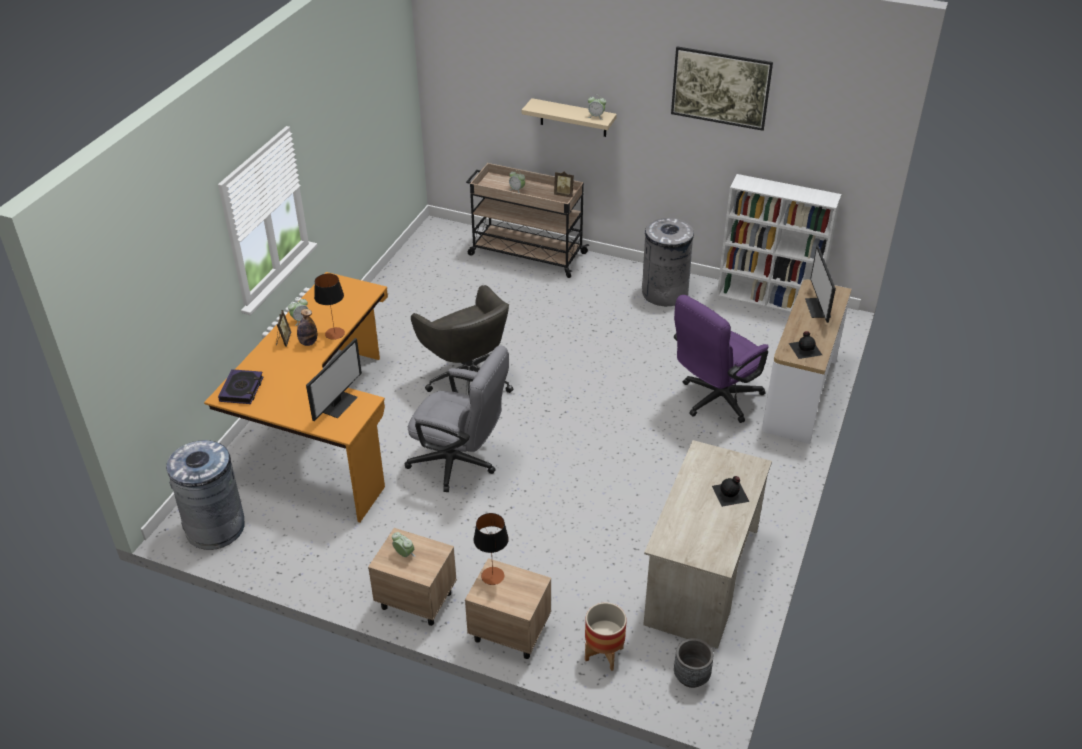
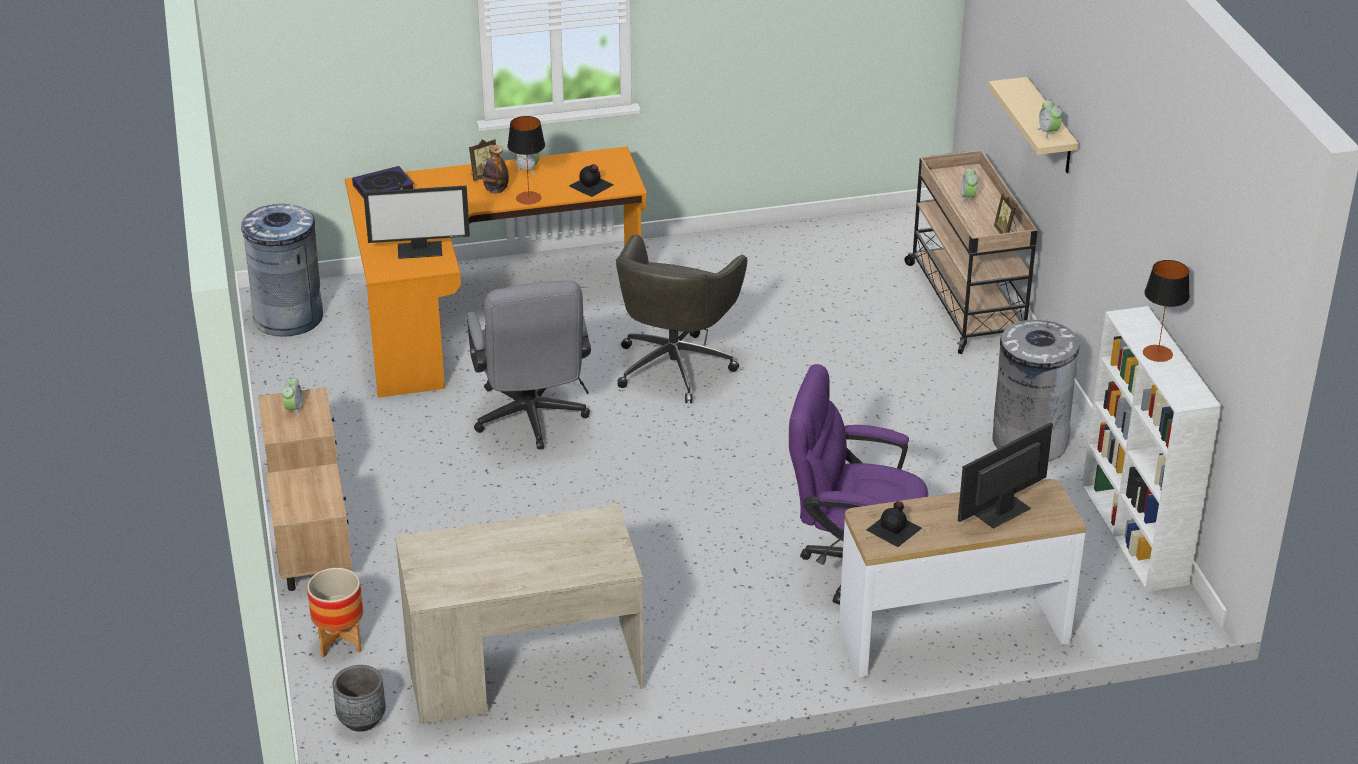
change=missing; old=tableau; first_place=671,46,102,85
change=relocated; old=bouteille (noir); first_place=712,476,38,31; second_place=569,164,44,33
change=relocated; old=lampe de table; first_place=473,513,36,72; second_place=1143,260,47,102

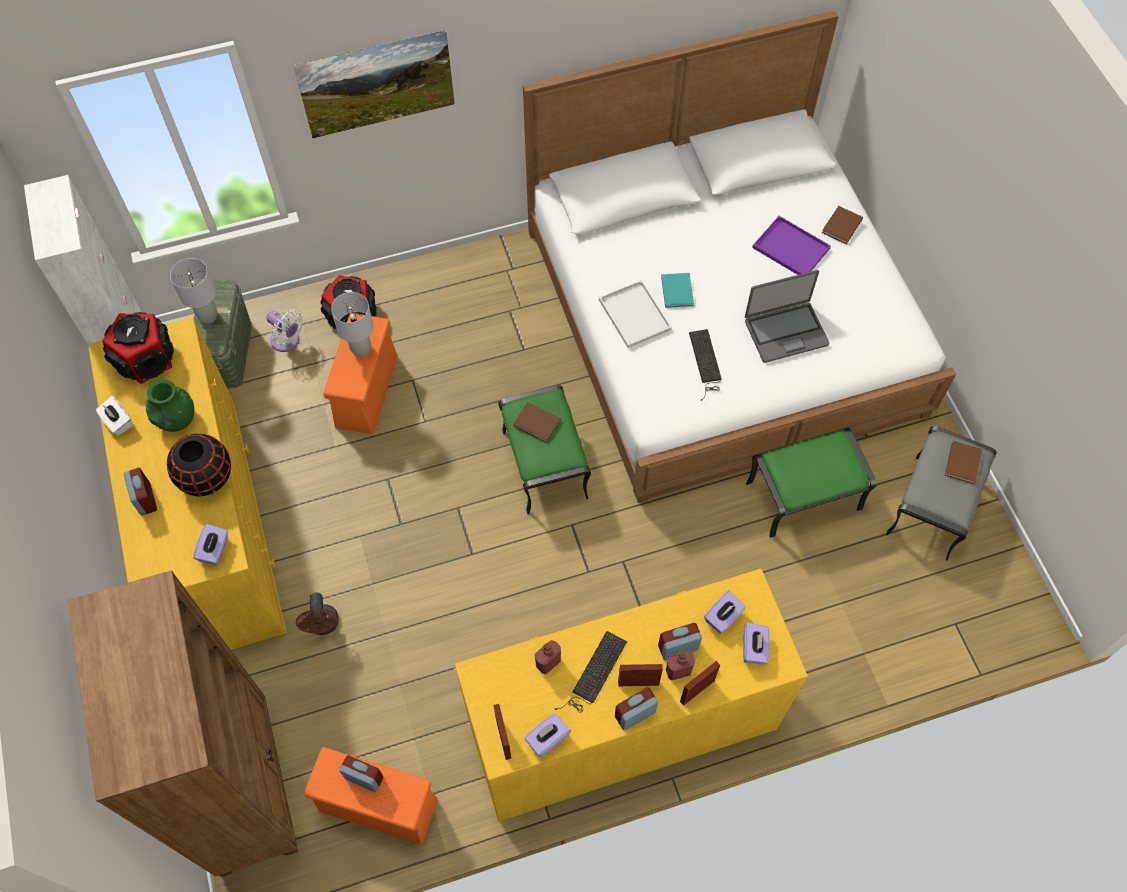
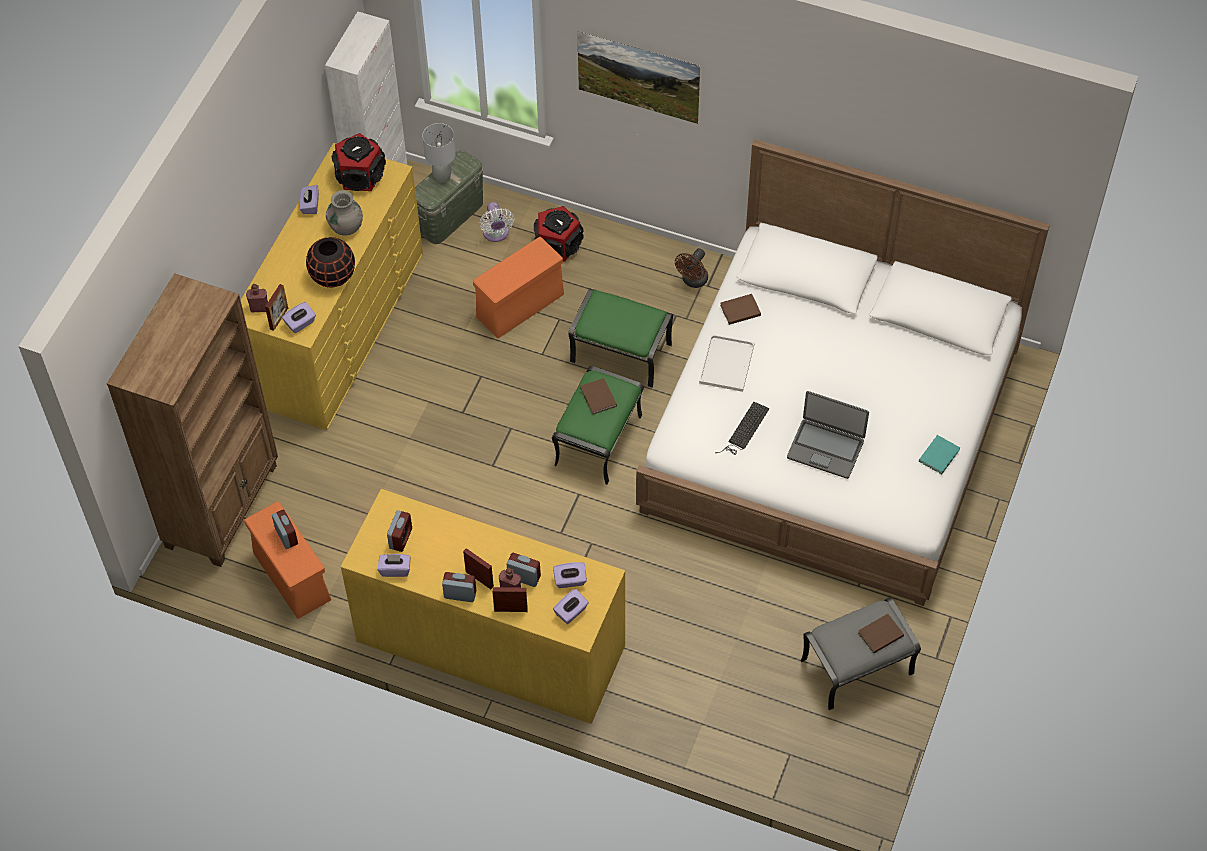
change=relocated; old=livre (marron); first_place=822,206,41,38; second_place=720,294,41,31
change=missing; old=plateau (violet); first_place=752,216,79,59
change=relocated; old=livre (turquoise); first_place=661,273,33,35; second_place=919,435,41,39
change=missing; old=lampe de table (gris); first_place=331,292,42,65
change=colour; old=vase (vert); new=vase (gris); first_place=146,379,48,53; second_place=326,190,37,46
change=colour; old=boîte à mouchoirs (blanc); new=boîte à mouchoirs (violet); first_place=96,396,37,39; second_place=299,185,20,29
change=relocated; old=pouf (vert); first_place=746,428,131,110; second_place=568,289,105,99
change=relocated; old=réveil; first_place=124,468,33,48; second_place=387,510,25,42
change=relocated; old=ventilateur (marron); first_place=296,592,43,43; second_place=675,248,33,40
change=missing; old=clavier; first_place=554,631,73,82
change=relocated; old=bouteille (rouge); first_place=535,640,26,34; second_place=246,284,22,28
change=relocated; old=cadre photo; first_place=493,704,18,56; second_place=265,284,23,47

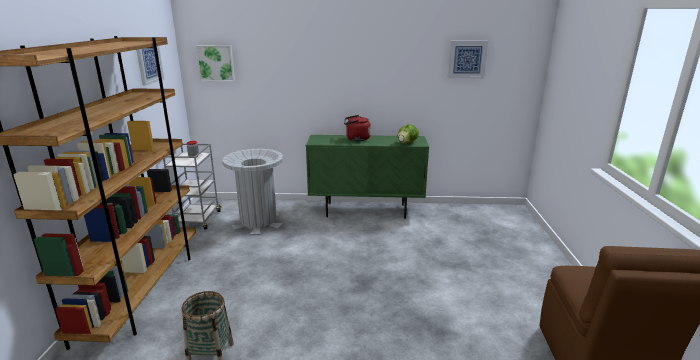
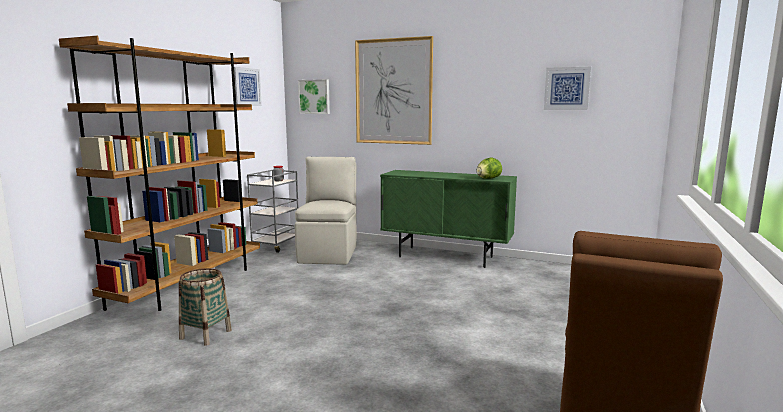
change=missing; old=bouilloire (rouge); first_place=344,115,27,26
change=exchanged; old=poubelle (gris); new=chaise (beige); first_place=222,149,61,86; second_place=295,157,62,107
change=appeared; new=tableau; second_place=355,36,78,109

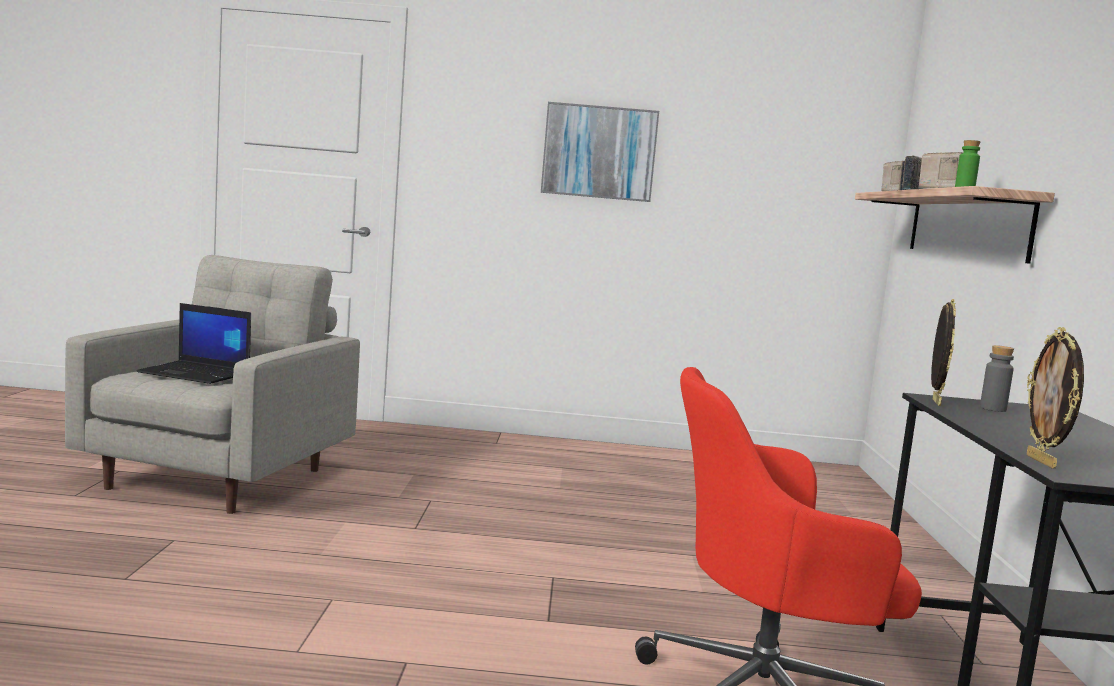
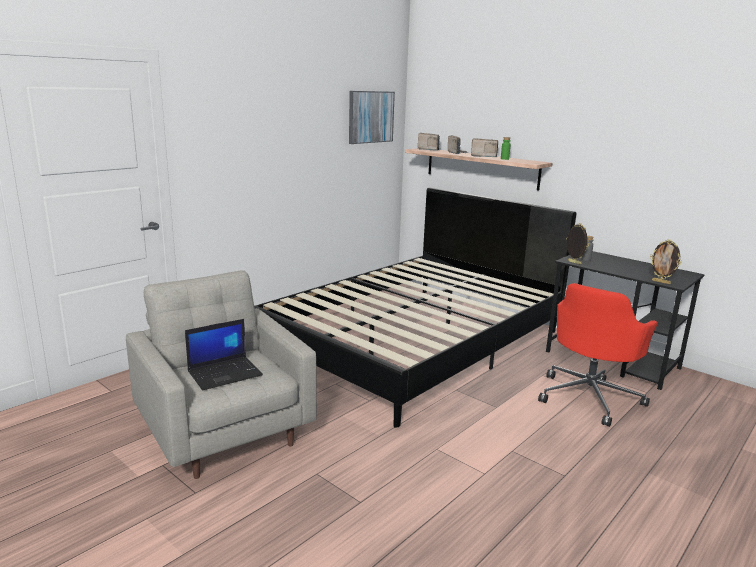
change=relocated; old=tableau; first_place=541,102,118,100; second_place=349,91,46,53
change=appeared; new=lit (noir); second_place=254,188,322,240

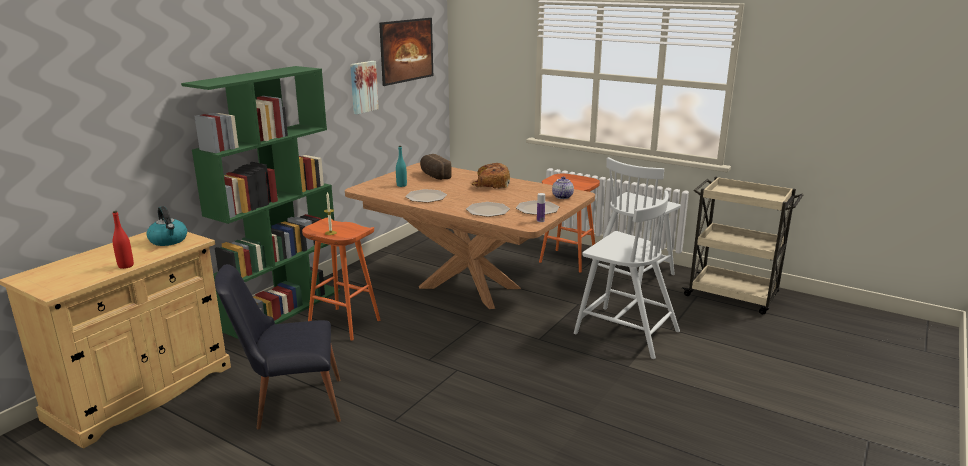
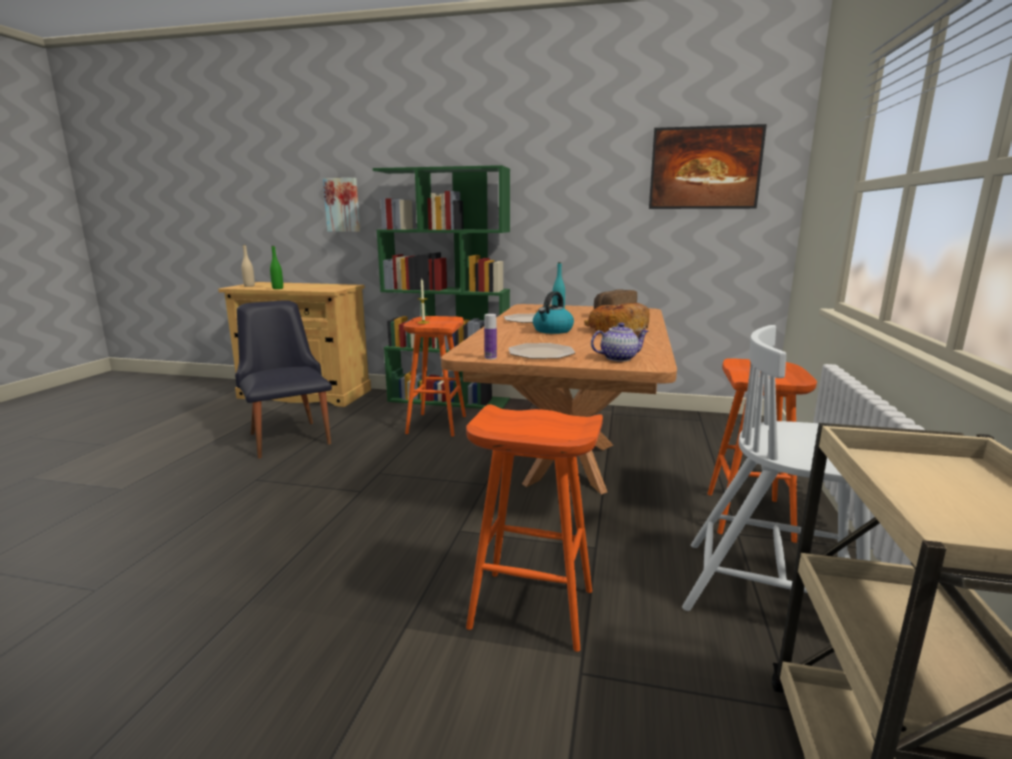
change=relocated; old=tableau; first_place=350,61,29,53; second_place=323,178,37,54
change=exchanged; old=chaise (blanc); new=tabouret (orange); first_place=574,191,106,168; second_place=466,404,137,248
change=missing; old=assiette; first_place=466,202,44,15
change=relocated; old=bouilloire; first_place=147,206,40,40; second_place=533,291,41,43
change=colour; old=bouteille (rouge); new=bouteille (vert); first_place=113,211,21,58; second_place=270,246,13,43
change=appeared; new=bouteille (beige); second_place=241,245,14,42

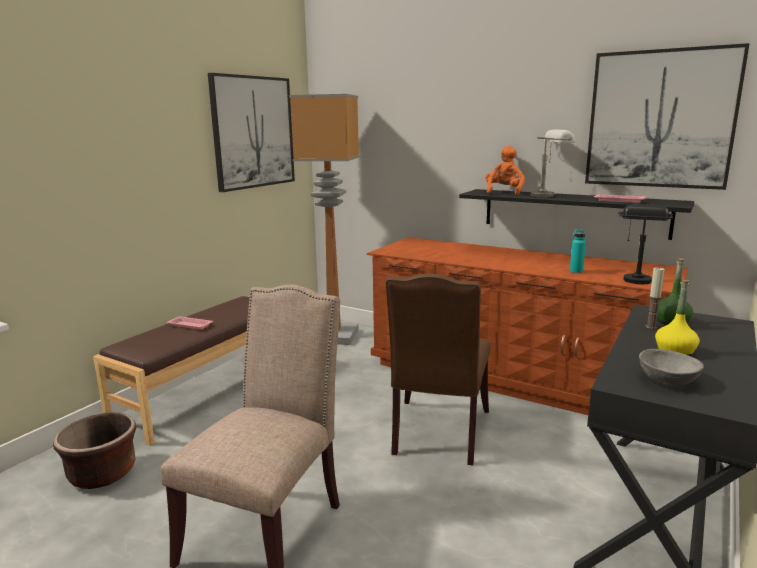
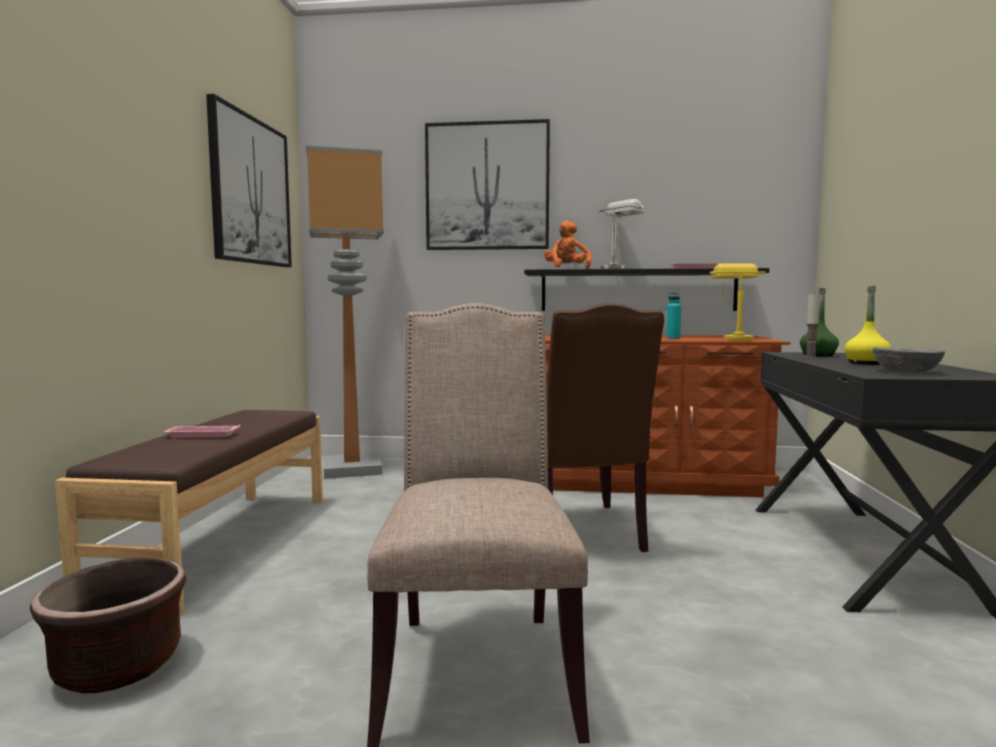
change=relocated; old=tableau; first_place=585,43,165,147; second_place=425,119,125,131
change=colour; old=lampe de table (noir); new=lampe de table (jaune); first_place=619,204,54,80; second_place=710,263,56,77

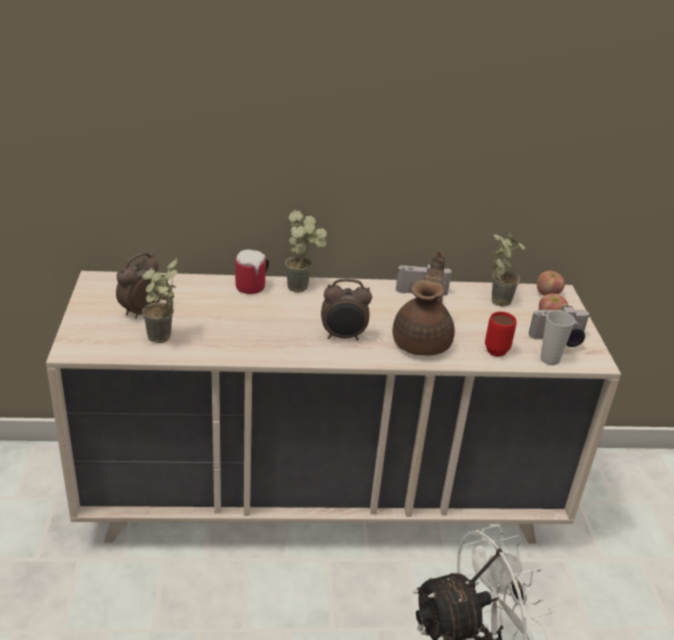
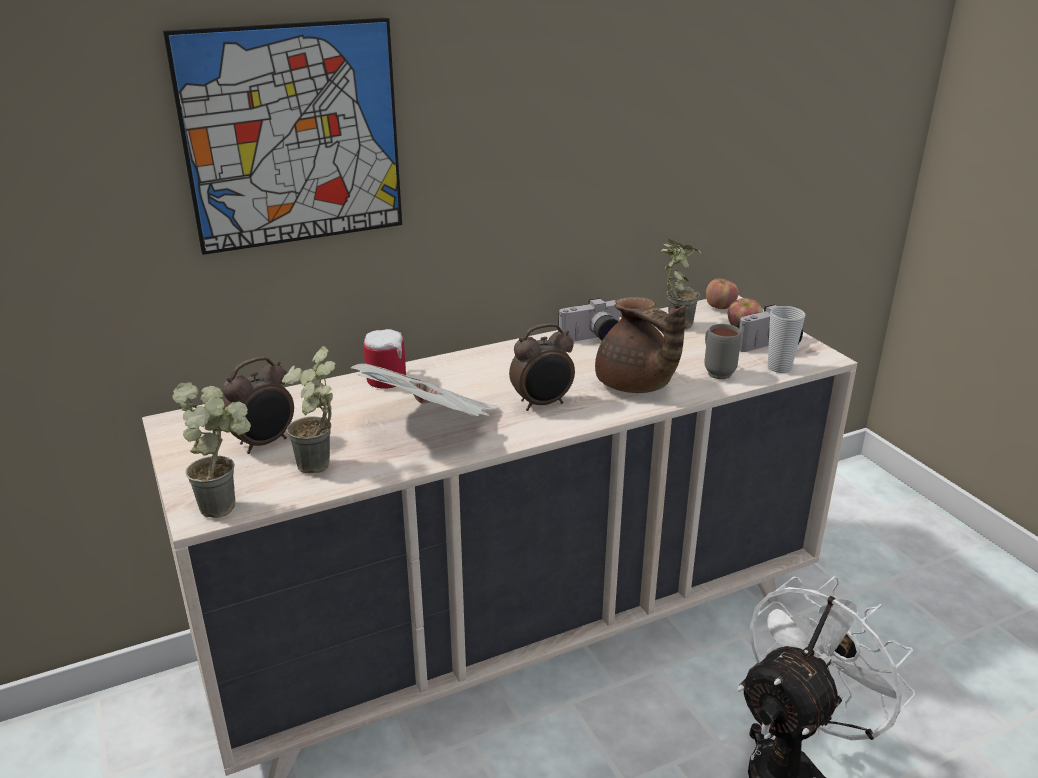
change=relocated; old=plante en pot; first_place=285,210,42,83; second_place=173,382,78,136
change=spun; old=théière (marron); first_place=392,250,63,106; second_place=595,297,91,96; degrees=150
change=spun; old=réveil; first_place=116,252,45,67; second_place=223,357,71,97; degrees=-150
change=colour; old=mug (rouge); new=mug (gris); first_place=485,312,32,45; second_place=704,324,37,55
change=appeared; new=tableau; second_place=163,17,239,238
change=appeared; new=journal; second_place=351,364,149,53

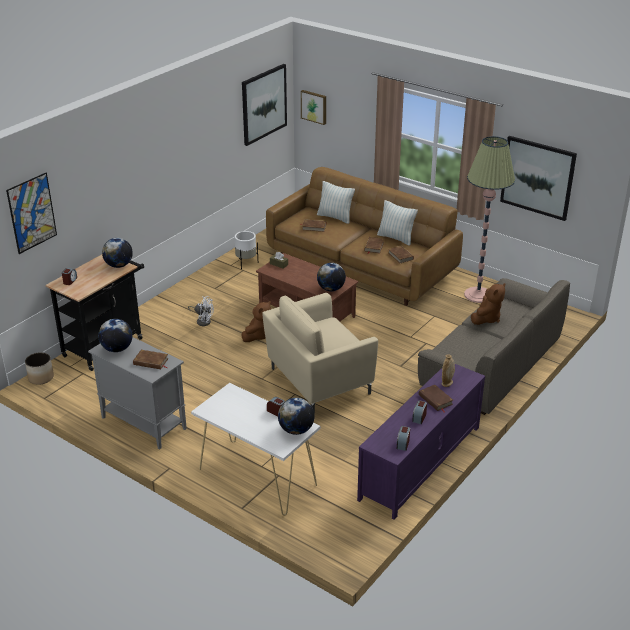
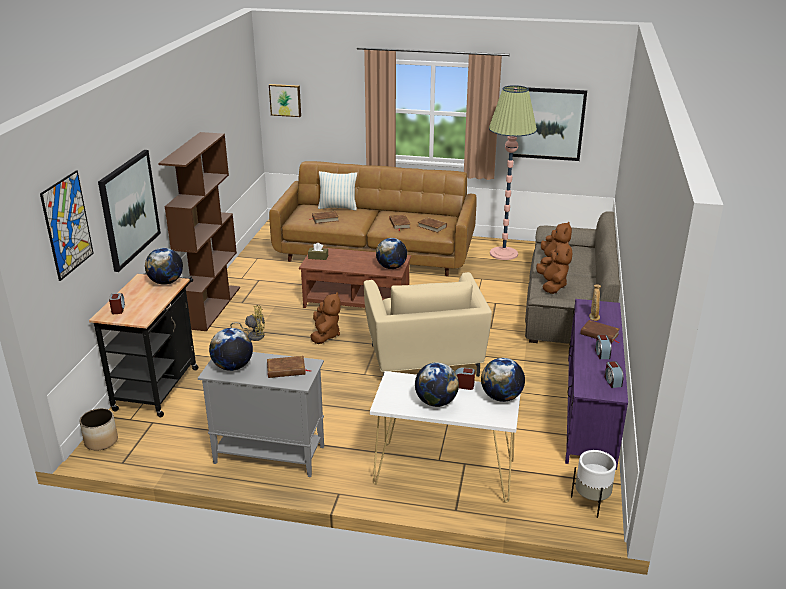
change=relocated; old=tableau; first_place=242,64,45,82; second_place=98,150,63,122
change=missing; old=coussin; first_place=377,200,41,46
change=relocated; old=cache-pot (blanc); first_place=235,231,23,38; second_place=571,450,45,68
change=spun; old=fauteuil (beige); first_place=262,293,116,121; second_place=364,272,128,105; degrees=-45
change=colour; old=ventilateur (blanc); new=ventilateur (jaune); first_place=188,296,26,30; second_place=230,305,35,36
change=appeared; new=bibliothèque (marron); second_place=158,132,82,199
change=appeared; new=peluche (marron); second_place=536,241,37,53
change=appeared; new=globe; second_place=415,362,44,45

